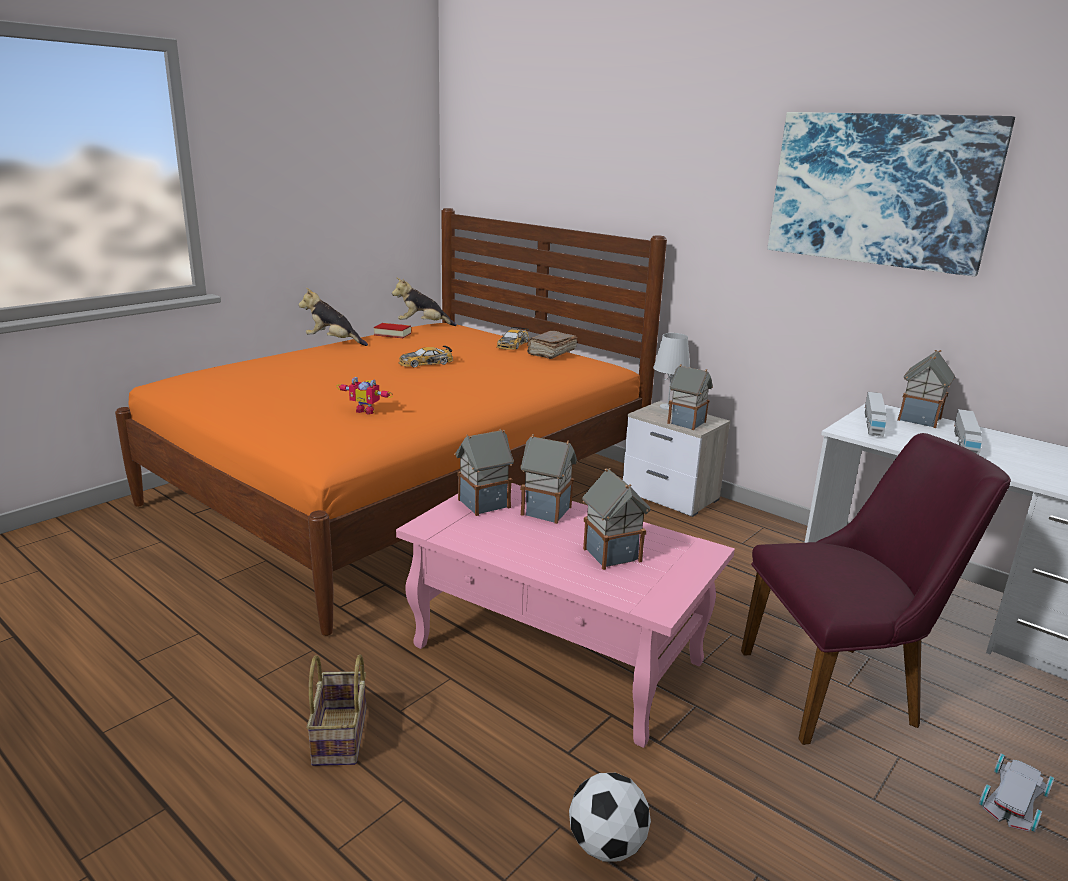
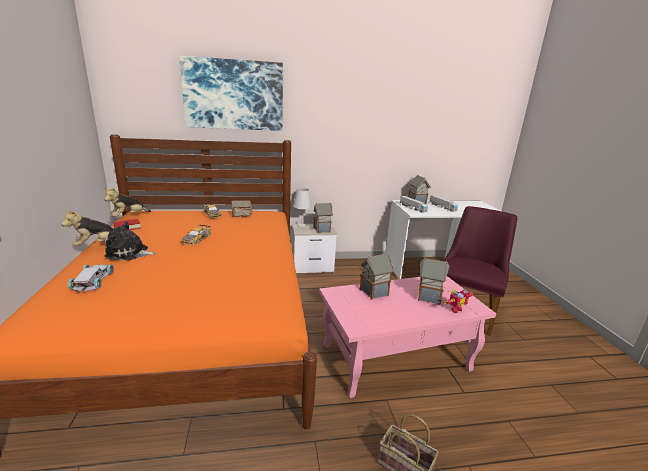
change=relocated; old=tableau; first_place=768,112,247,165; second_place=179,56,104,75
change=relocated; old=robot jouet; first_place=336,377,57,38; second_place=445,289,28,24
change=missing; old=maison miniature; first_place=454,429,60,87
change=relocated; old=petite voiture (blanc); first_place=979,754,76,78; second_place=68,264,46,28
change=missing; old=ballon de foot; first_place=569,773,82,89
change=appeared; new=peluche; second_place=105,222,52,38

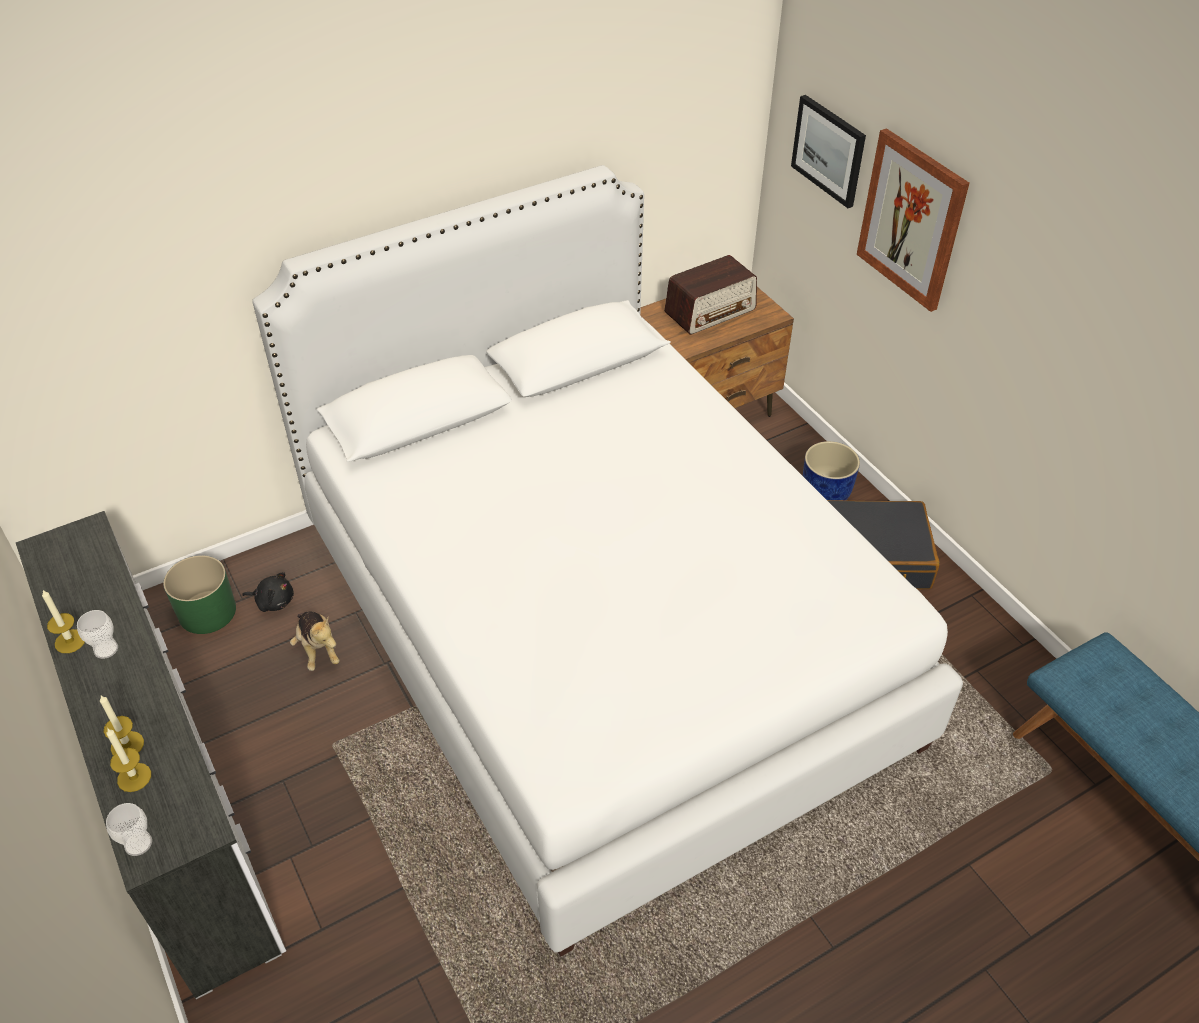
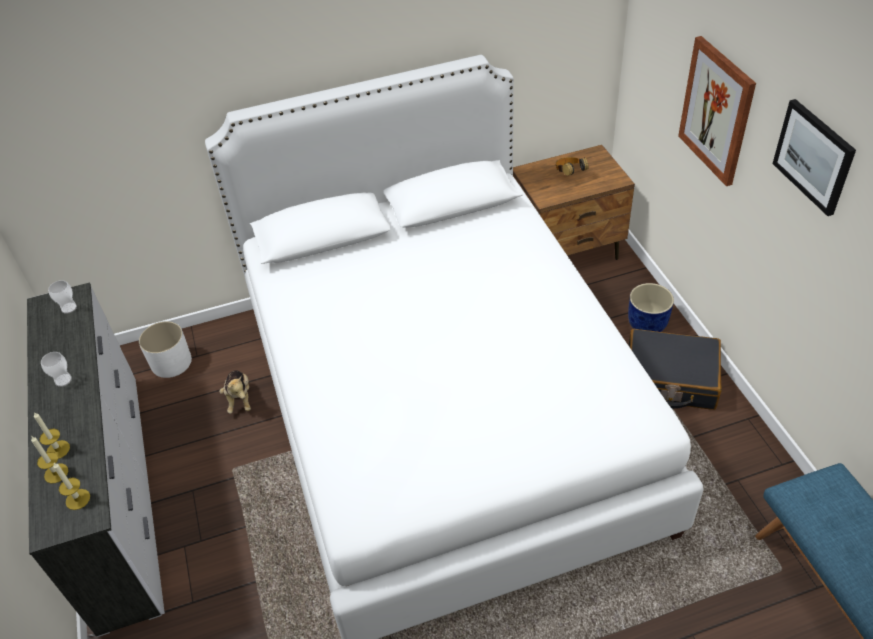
change=relocated; old=tableau; first_place=791,95,75,113; second_place=773,99,83,117
change=exchanged; old=radio; new=casque audio; first_place=664,255,93,80; second_place=556,157,33,19
change=colour; old=cache-pot (vert); new=cache-pot (blanc); first_place=163,555,73,79; second_place=139,321,53,57
change=missing; old=peluche (noir); first_place=242,572,52,40
change=relocated; old=bougie; first_place=42,589,43,64; second_place=53,462,37,48
change=relocated; old=tasse; first_place=106,803,46,53; second_place=48,280,29,34

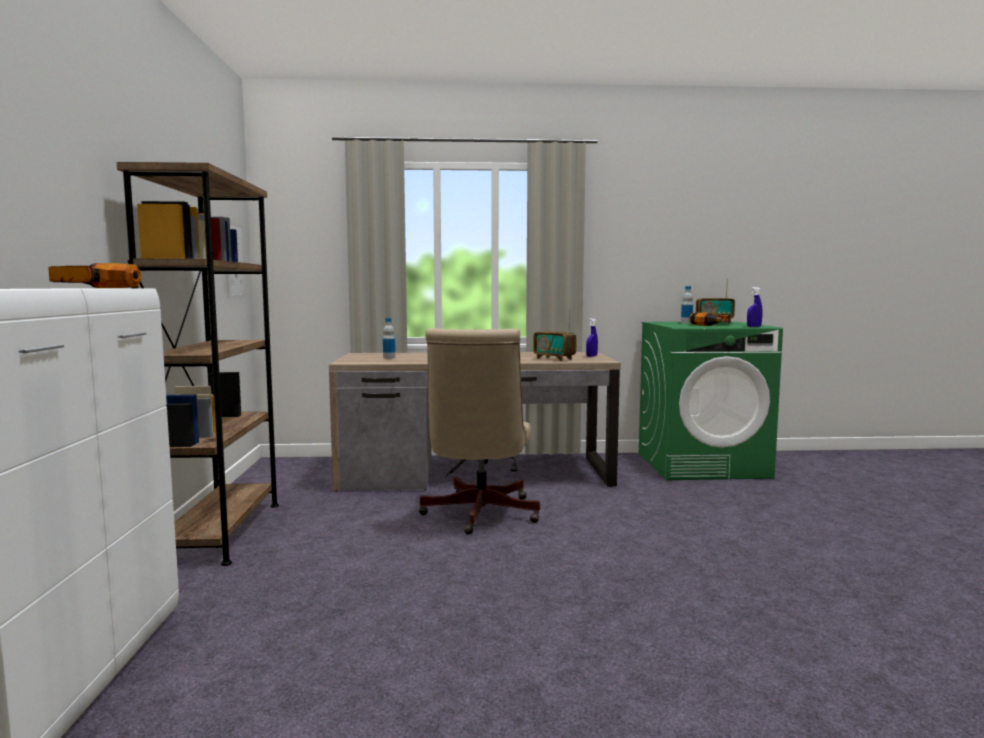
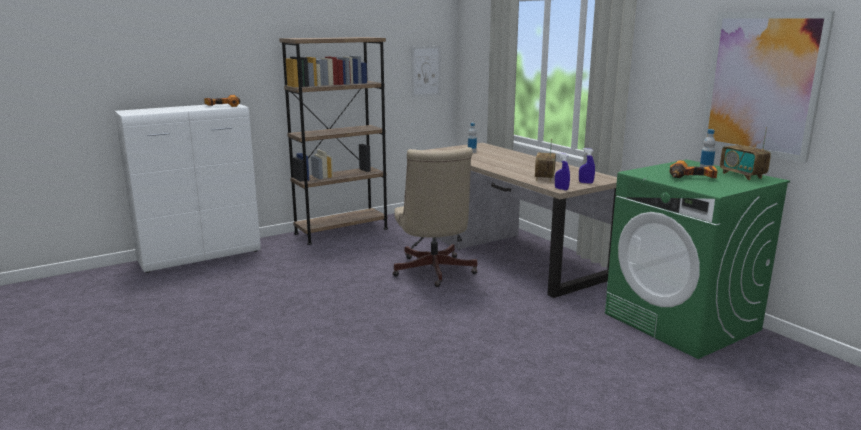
change=relocated; old=vaporisateur (bleu); first_place=747,287,16,40; second_place=555,153,15,37
change=spun; old=chaise de bureau (beige); first_place=419,328,121,206; second_place=393,147,84,140; degrees=-75
change=appeared; new=tableau; second_place=701,11,134,152

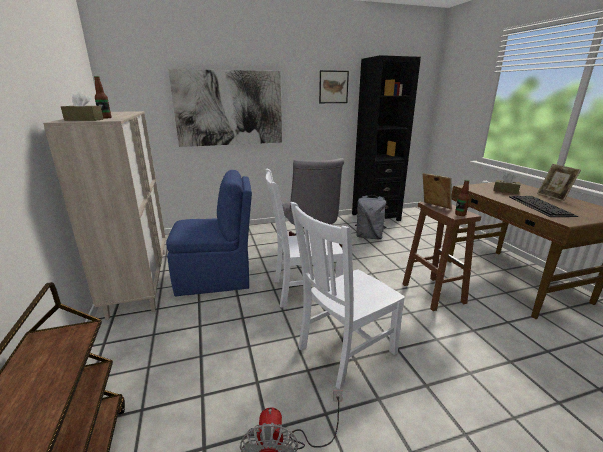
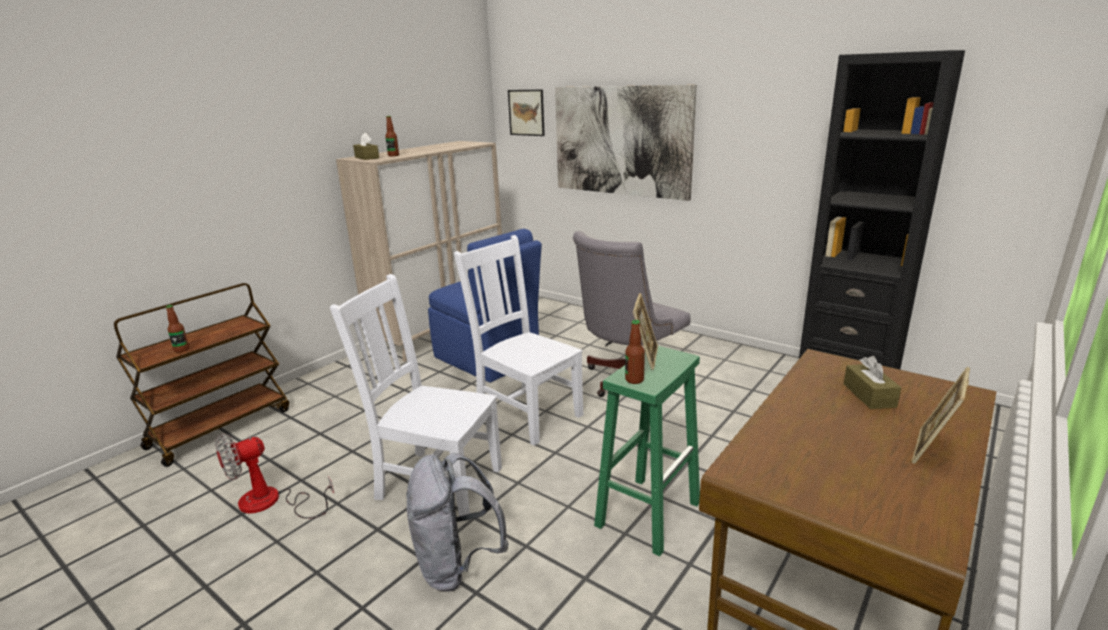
change=relocated; old=tableau; first_place=319,70,30,33; second_place=508,90,37,46
change=relocated; old=sac à dos (gris); first_place=355,195,31,44; second_place=406,453,103,139
change=missing; old=clavier; first_place=509,196,69,21
change=colour; old=tabouret (marron); new=tabouret (vert); first_place=402,202,79,109; second_place=594,346,106,210
change=appeared; new=bouteille; second_place=166,305,23,48

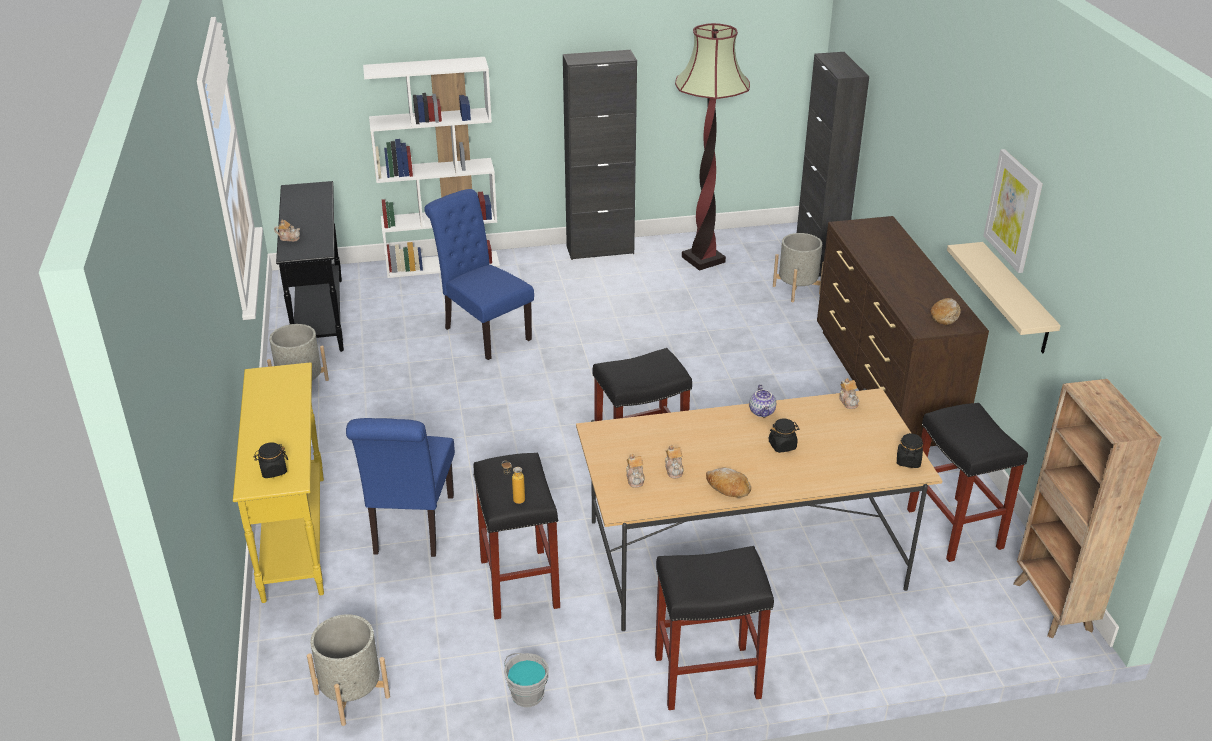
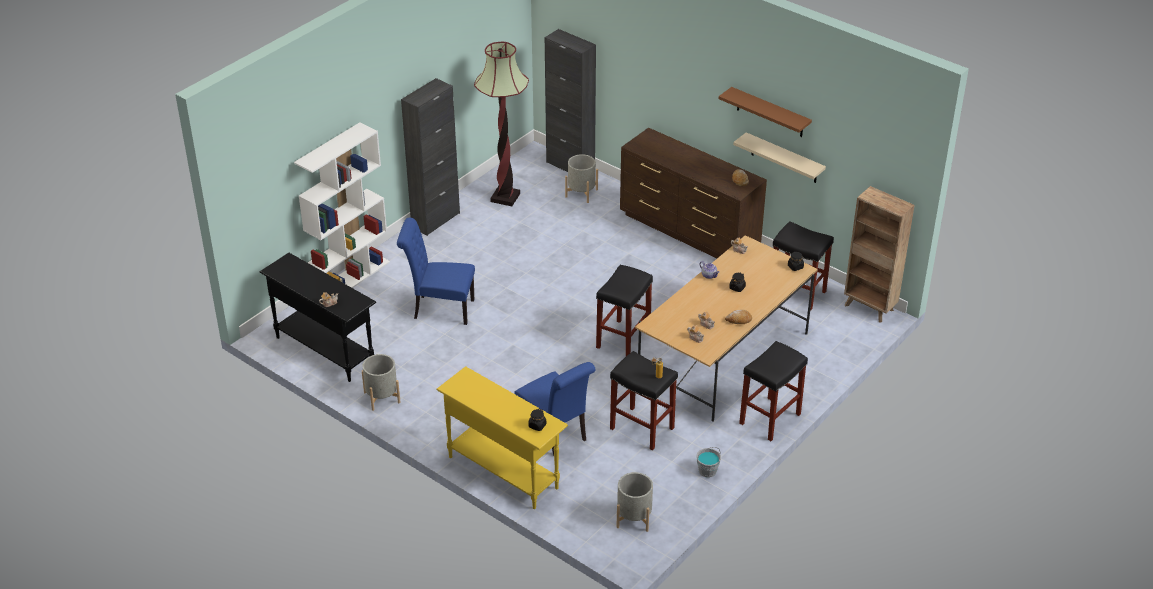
change=exchanged; old=tableau; new=étagère (marron); first_place=983,149,60,124; second_place=719,87,93,50

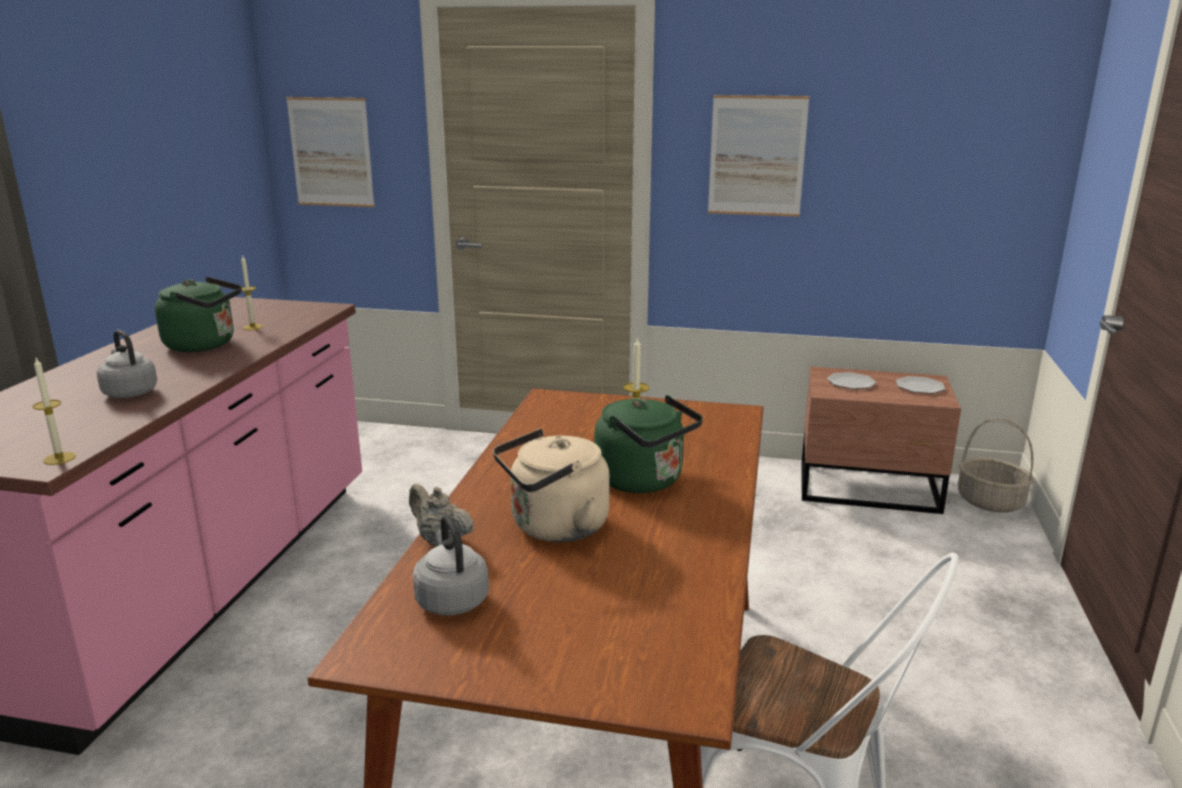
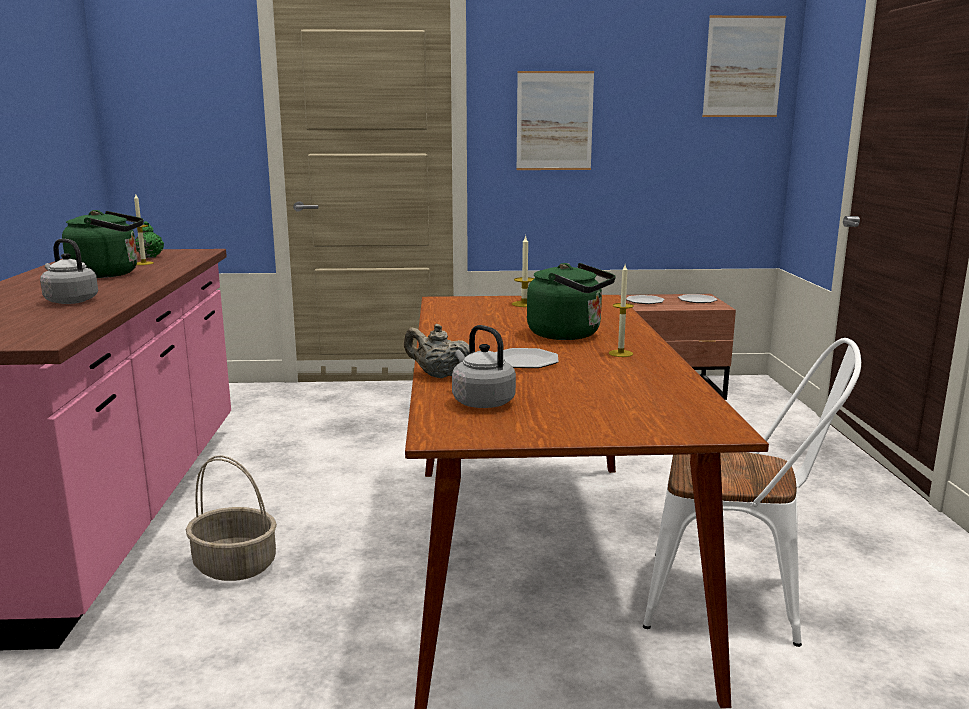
change=relocated; old=tableau; first_place=286,97,89,110; second_place=702,15,84,102
change=relocated; old=bougie; first_place=33,358,43,107; second_place=609,265,25,92
change=relocated; old=panier; first_place=958,418,76,94; second_place=186,455,91,126
change=exchanged; old=bouilloire (beige); new=assiette; first_place=493,429,117,113; second_place=495,348,64,20
change=appeared; new=théière (vert); second_place=135,221,29,37

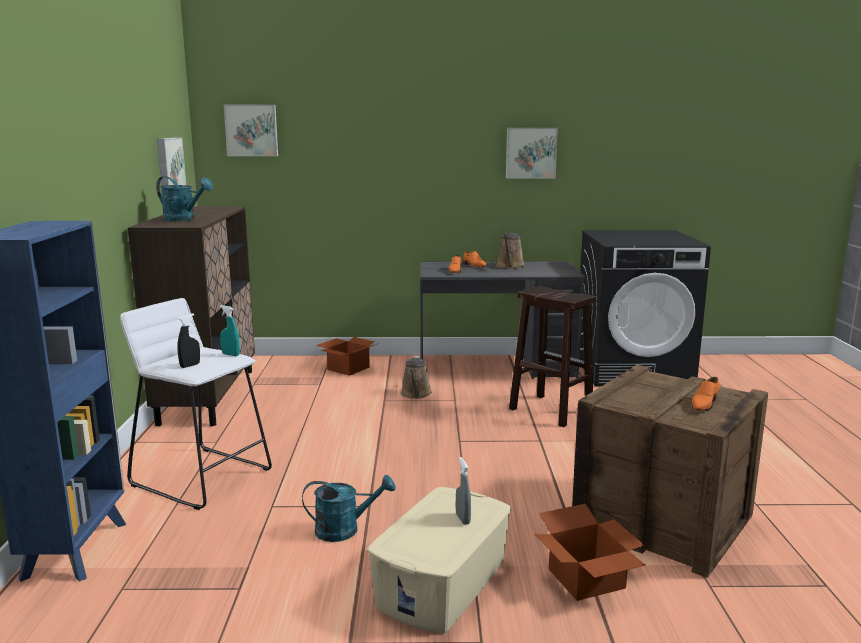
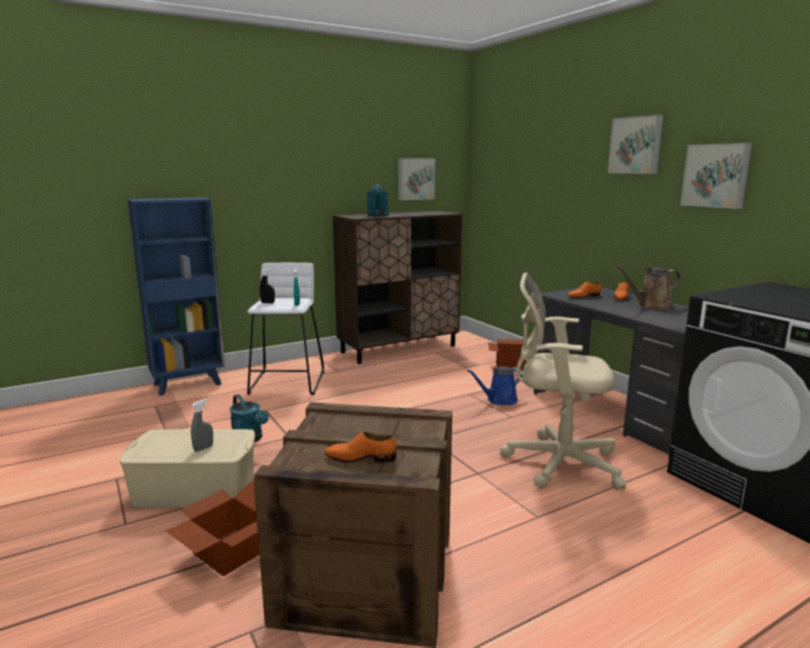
change=relocated; old=tableau; first_place=224,105,54,51; second_place=608,115,55,59
change=exchanged; old=tabouret (marron); new=chaise de bureau (beige); first_place=509,286,87,141; second_place=500,272,126,218
change=colour; old=arrosoir (marron); new=arrosoir (bleu); first_place=401,356,31,43; second_place=467,366,56,39

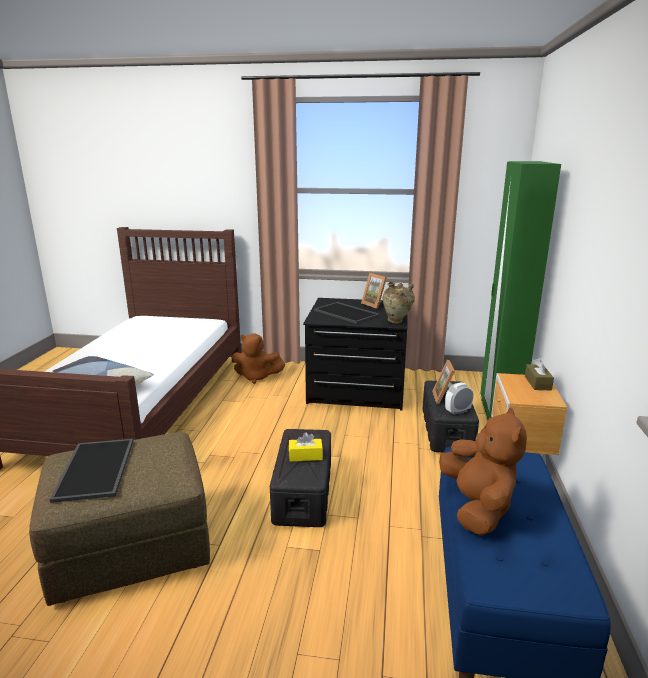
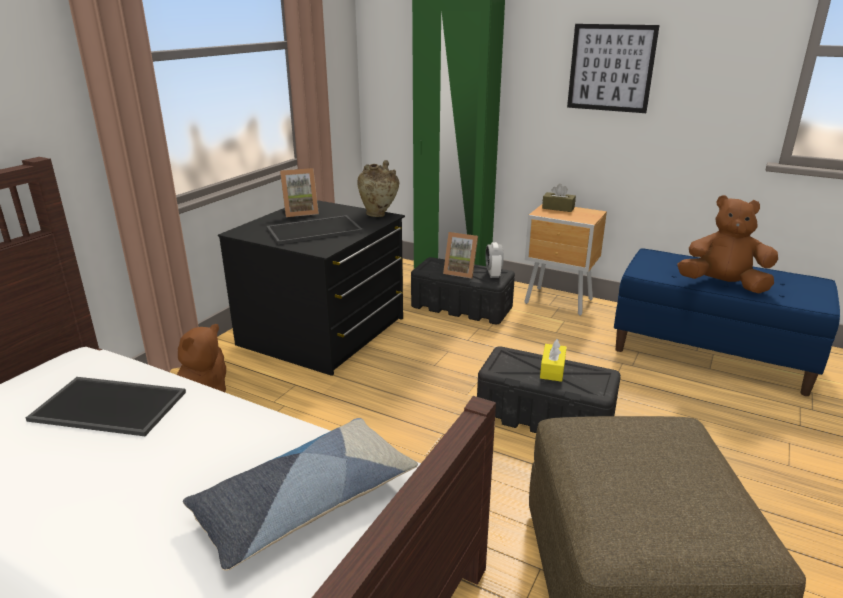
change=relocated; old=plateau; first_place=49,439,85,64; second_place=26,377,160,59
change=appeared; new=tableau; second_place=567,24,93,89

